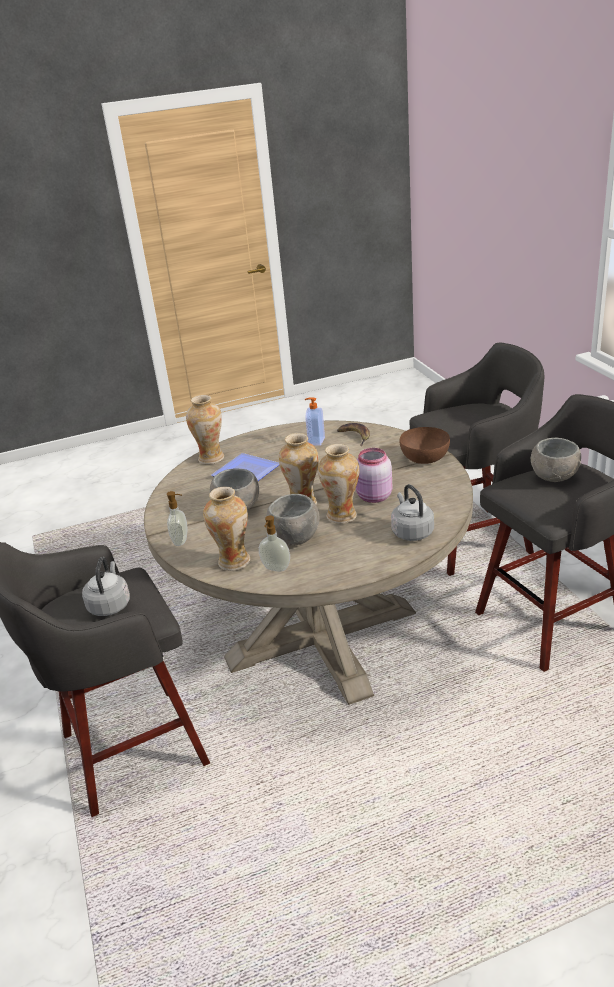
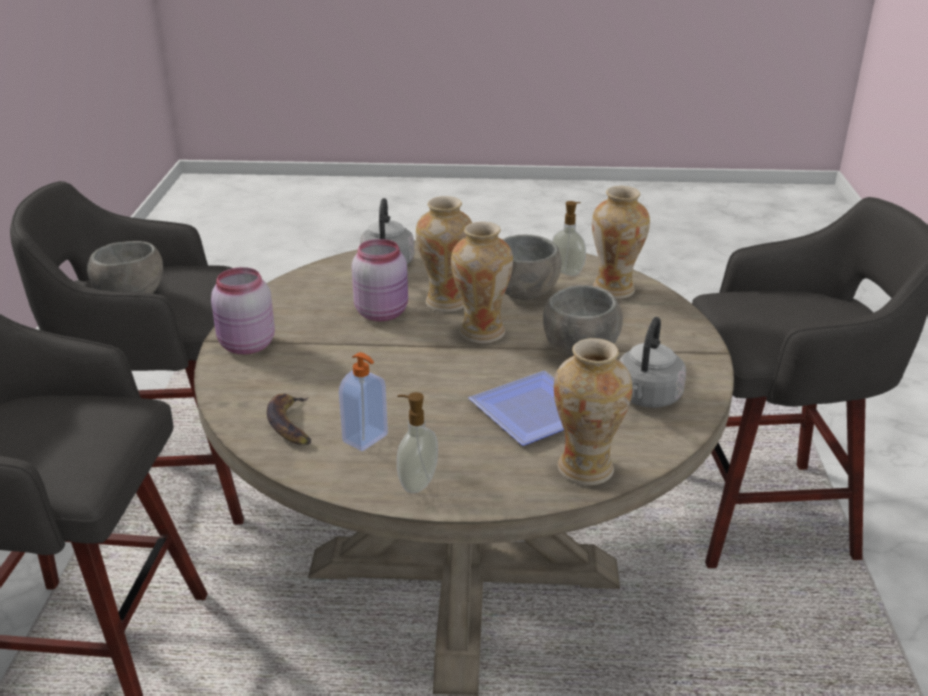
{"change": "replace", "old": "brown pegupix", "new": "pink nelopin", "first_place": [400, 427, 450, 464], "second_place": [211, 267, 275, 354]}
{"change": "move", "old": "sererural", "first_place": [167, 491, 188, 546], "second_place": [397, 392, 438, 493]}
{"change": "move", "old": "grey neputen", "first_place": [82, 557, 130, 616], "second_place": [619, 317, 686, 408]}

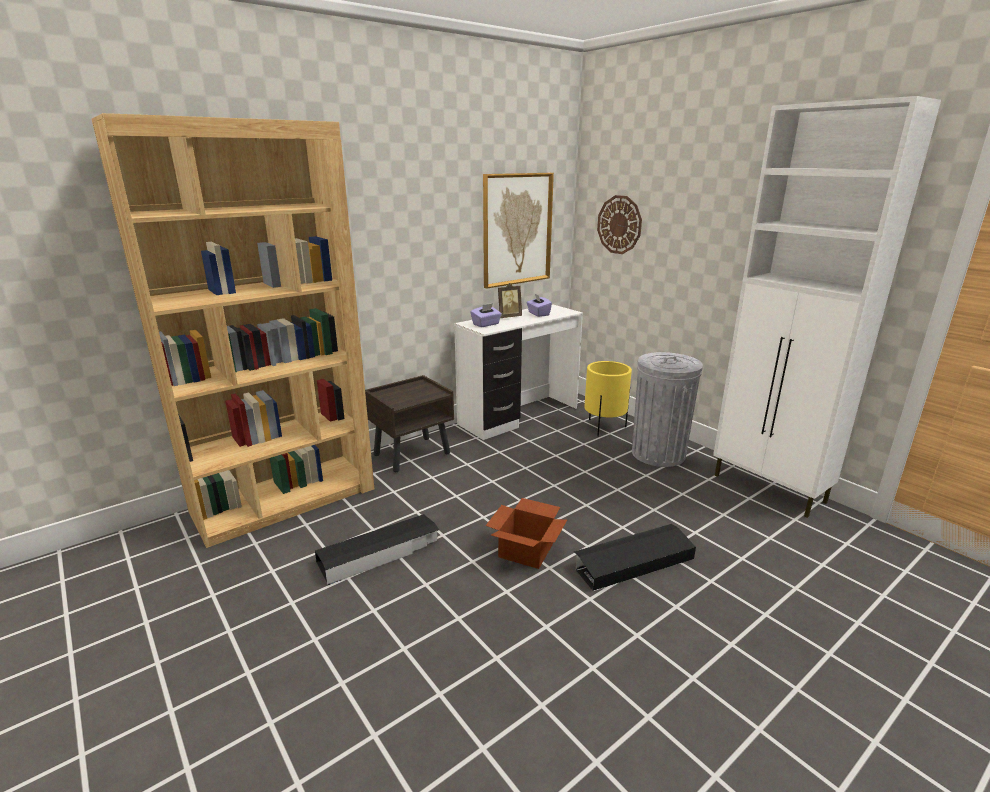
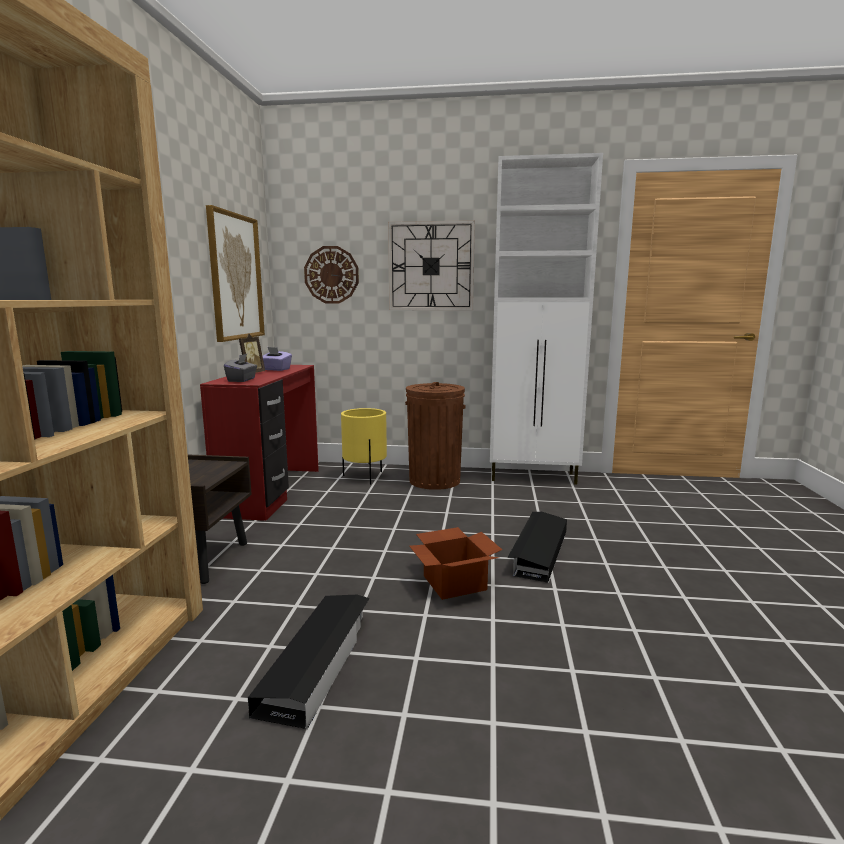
{"change": "recolor", "old": "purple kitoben", "new": "grey kitoben", "first_place": [470, 303, 502, 327], "second_place": [224, 354, 257, 382]}
{"change": "recolor", "old": "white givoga", "new": "red givoga", "first_place": [454, 304, 583, 440], "second_place": [200, 365, 319, 521]}
{"change": "recolor", "old": "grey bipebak", "new": "brown bipebak", "first_place": [632, 352, 703, 467], "second_place": [405, 382, 466, 490]}
{"change": "insert", "new": "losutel", "second_place": [388, 220, 475, 310]}

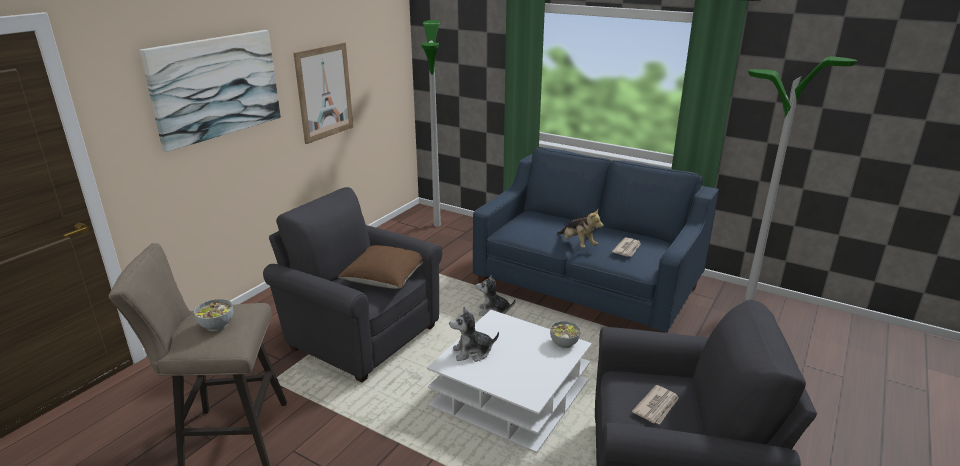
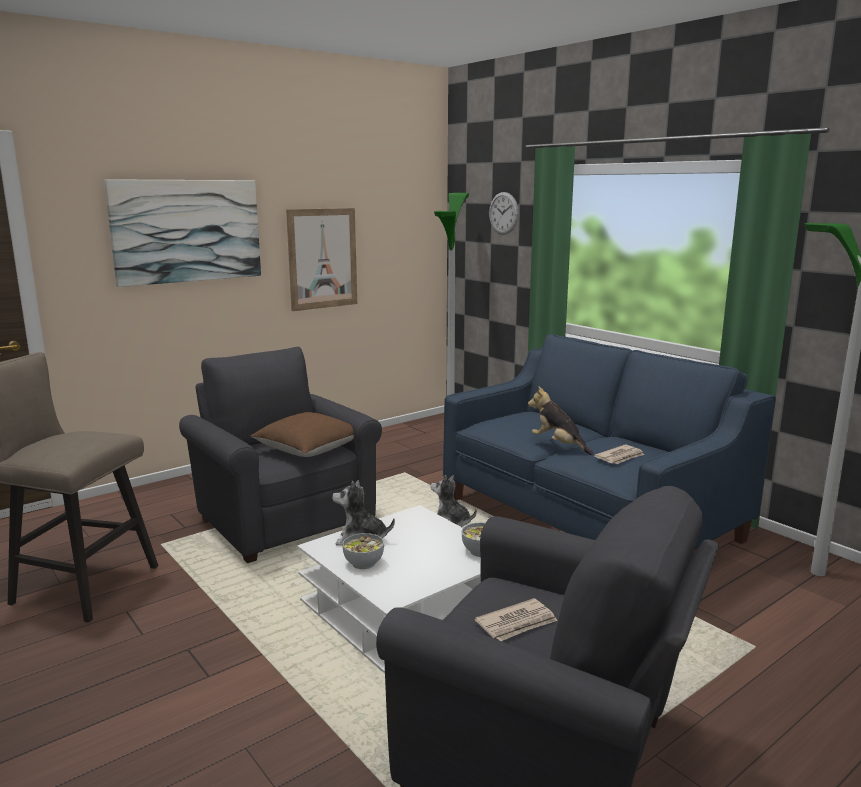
{"change": "rotate", "old": "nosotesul", "first_place": [557, 209, 603, 248], "second_place": [528, 386, 594, 455], "degrees": 150}
{"change": "move", "old": "pegupix", "first_place": [194, 299, 233, 331], "second_place": [342, 533, 384, 569]}
{"change": "insert", "new": "losutel", "second_place": [489, 192, 518, 235]}

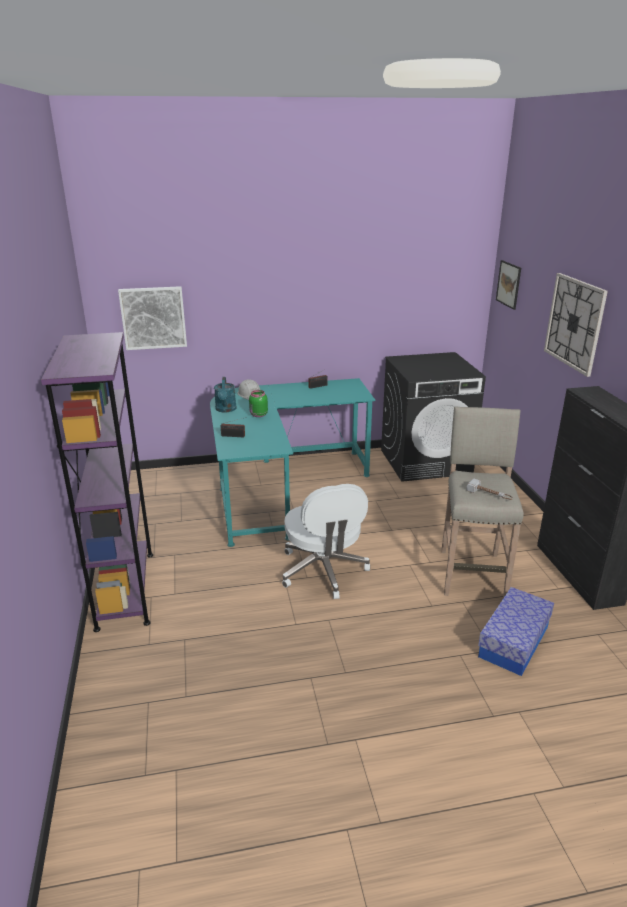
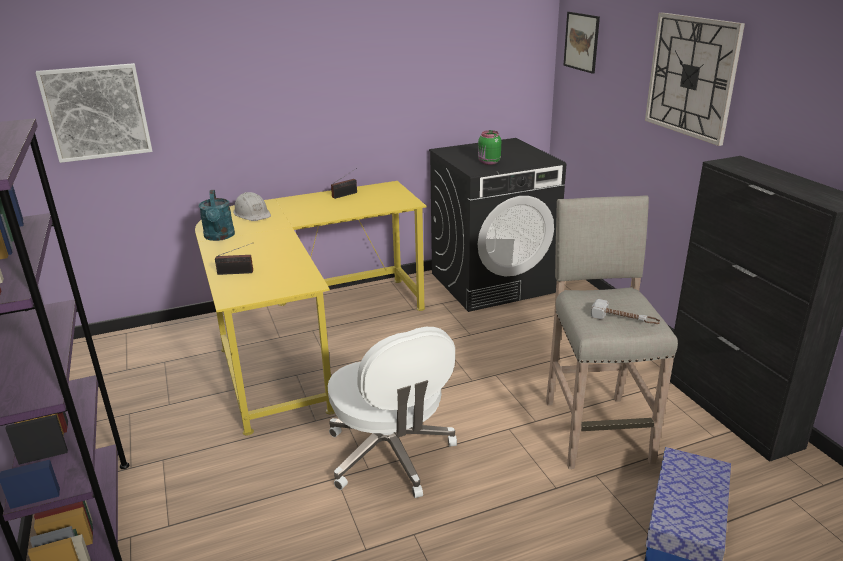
{"change": "recolor", "old": "turquoise givoga", "new": "yellow givoga", "first_place": [210, 378, 375, 547], "second_place": [195, 181, 426, 436]}
{"change": "move", "old": "green nelopin", "first_place": [249, 390, 268, 417], "second_place": [478, 130, 501, 165]}

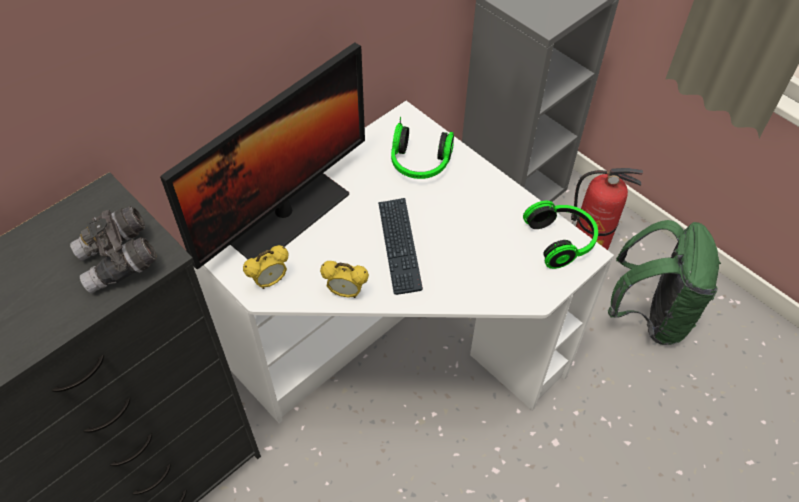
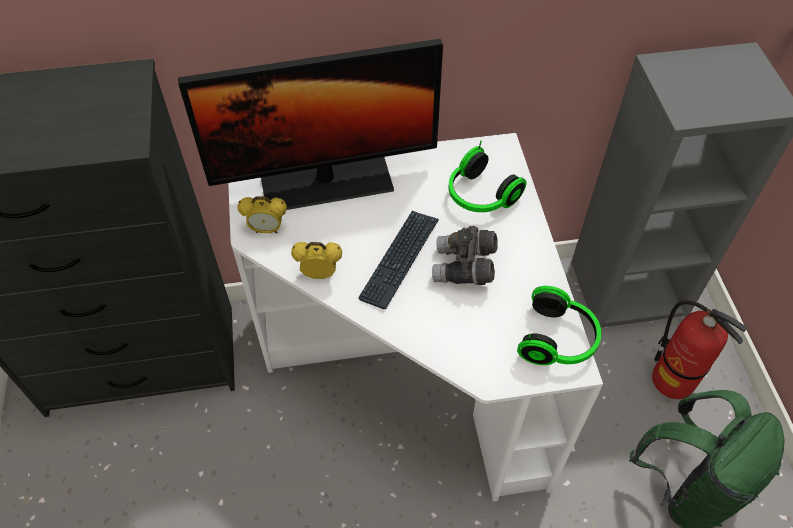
{"change": "move", "old": "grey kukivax", "first_place": [70, 206, 157, 294], "second_place": [432, 226, 498, 285]}
{"change": "rotate", "old": "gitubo", "first_place": [320, 261, 369, 298], "second_place": [291, 242, 342, 279], "degrees": 135}

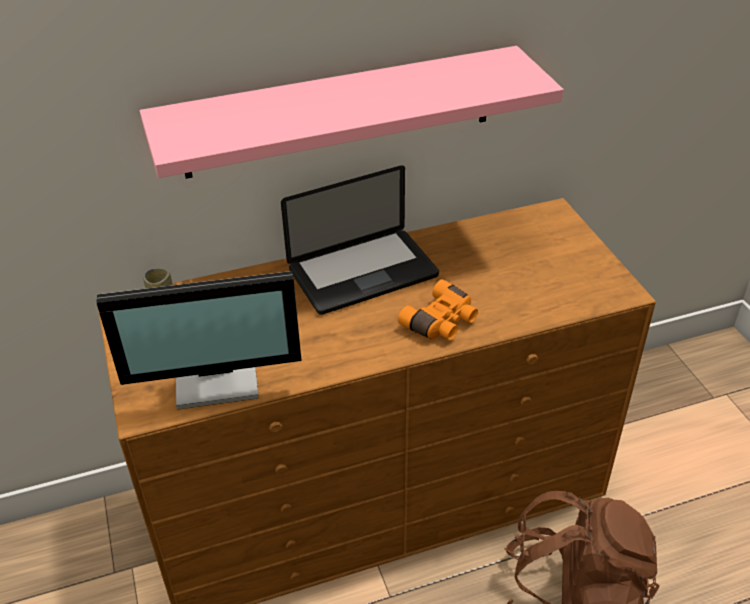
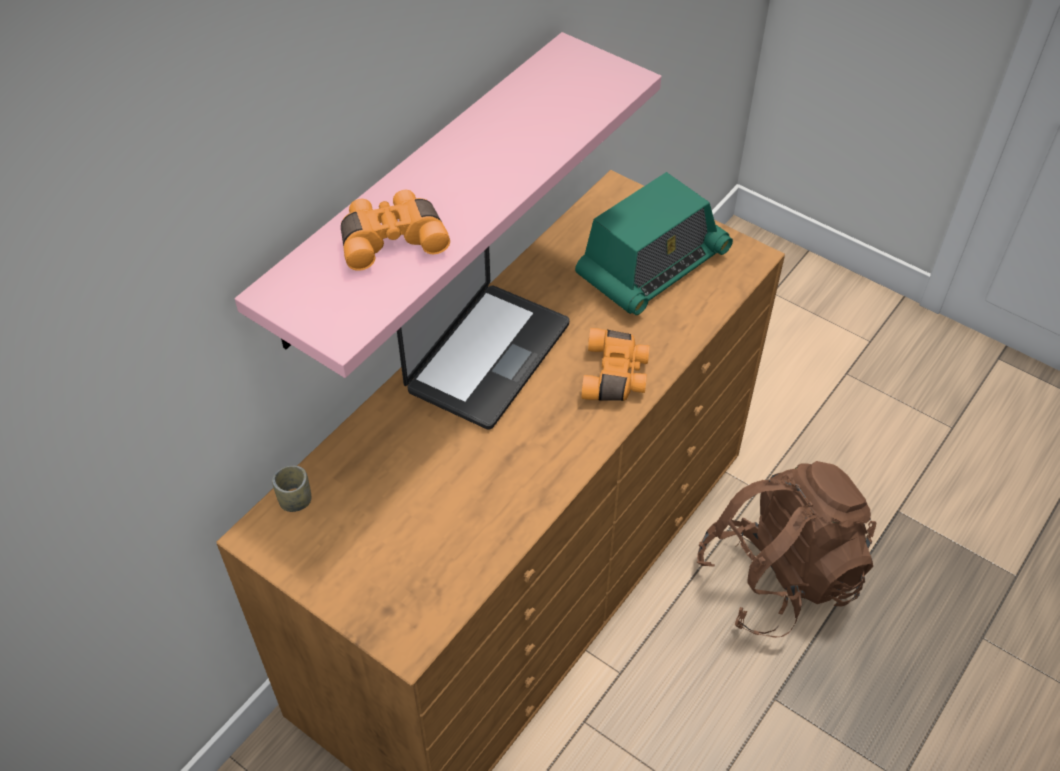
{"change": "delete", "old": "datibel", "first_place": [96, 271, 302, 410]}
{"change": "insert", "new": "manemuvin", "second_place": [575, 172, 733, 315]}
{"change": "insert", "new": "orange kukivax", "second_place": [341, 190, 450, 271]}

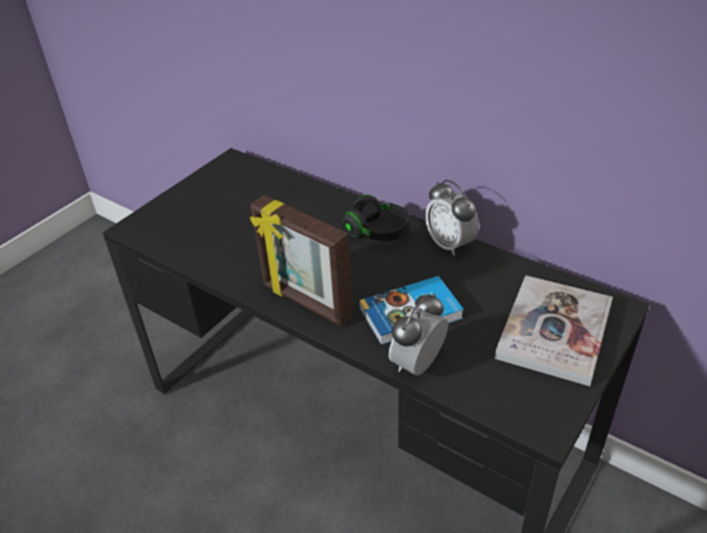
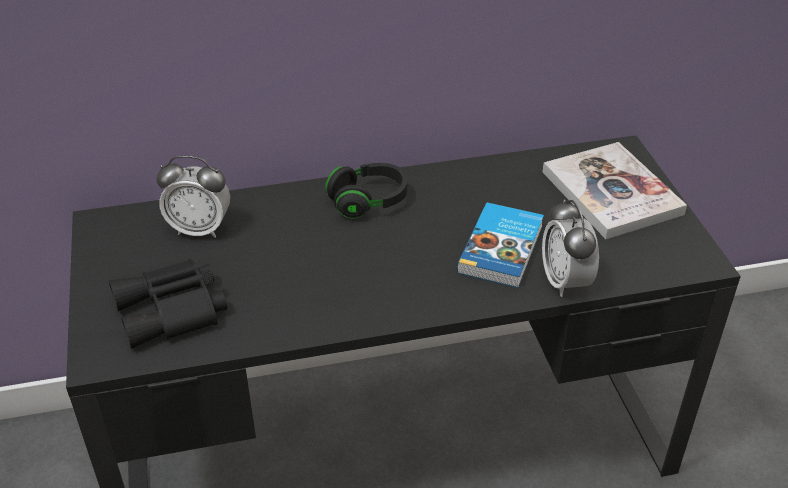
{"change": "move", "old": "gitubo", "first_place": [425, 180, 479, 256], "second_place": [156, 155, 230, 238]}
{"change": "delete", "old": "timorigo", "first_place": [250, 195, 353, 326]}
{"change": "insert", "new": "black kukivax", "second_place": [109, 259, 227, 349]}

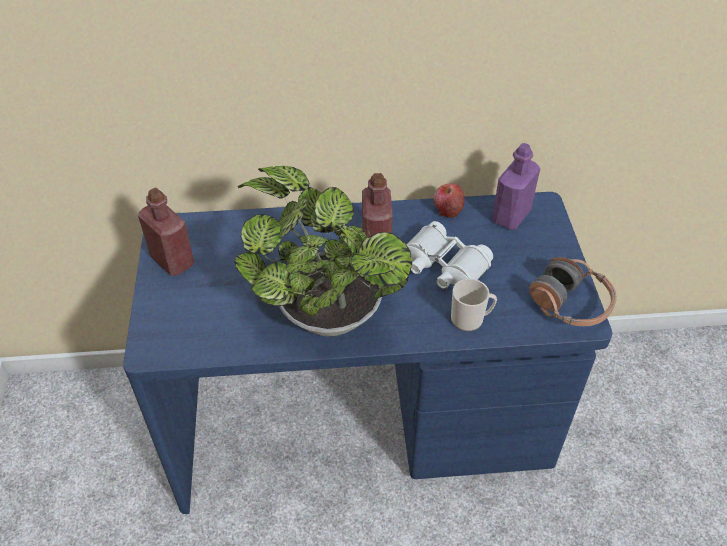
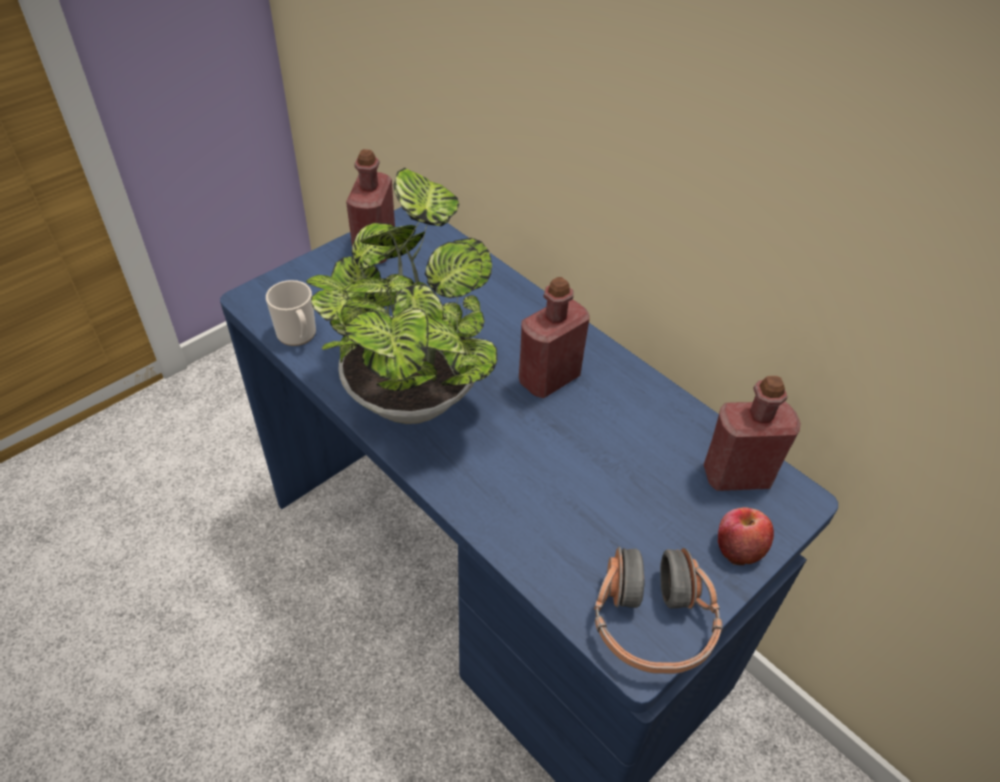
{"change": "recolor", "old": "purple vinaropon", "new": "red vinaropon", "first_place": [492, 143, 540, 230], "second_place": [704, 376, 800, 491]}
{"change": "move", "old": "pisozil", "first_place": [434, 183, 465, 218], "second_place": [718, 507, 774, 565]}
{"change": "delete", "old": "white kukivax", "first_place": [406, 221, 493, 289]}
{"change": "move", "old": "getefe", "first_place": [451, 279, 497, 331], "second_place": [266, 280, 316, 346]}

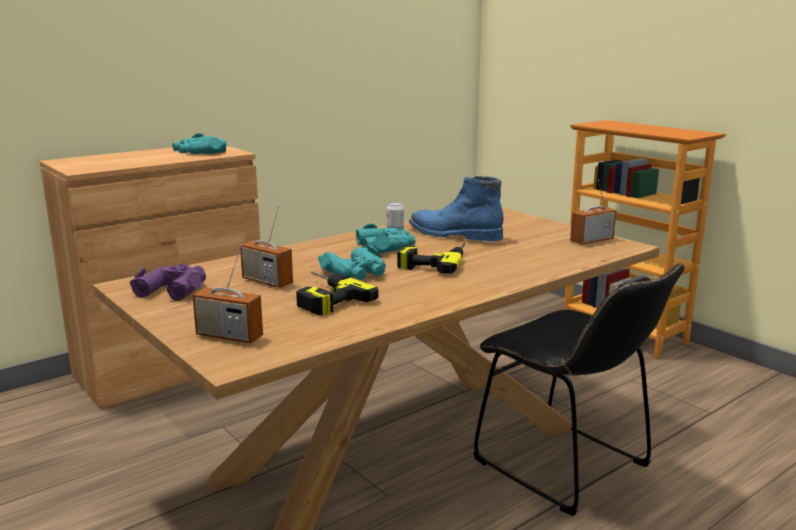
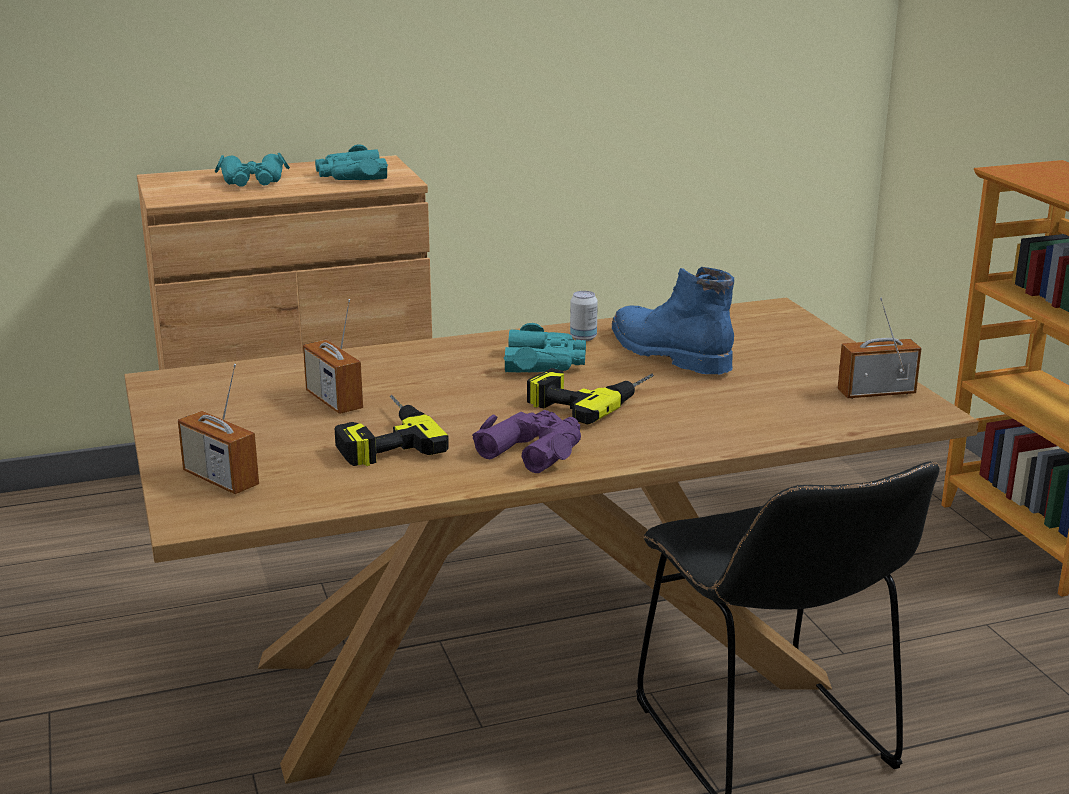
{"change": "move", "old": "turquoise kukivax", "first_place": [318, 246, 386, 280], "second_place": [214, 153, 290, 187]}
{"change": "move", "old": "purple kukivax", "first_place": [129, 263, 206, 301], "second_place": [472, 410, 581, 473]}

